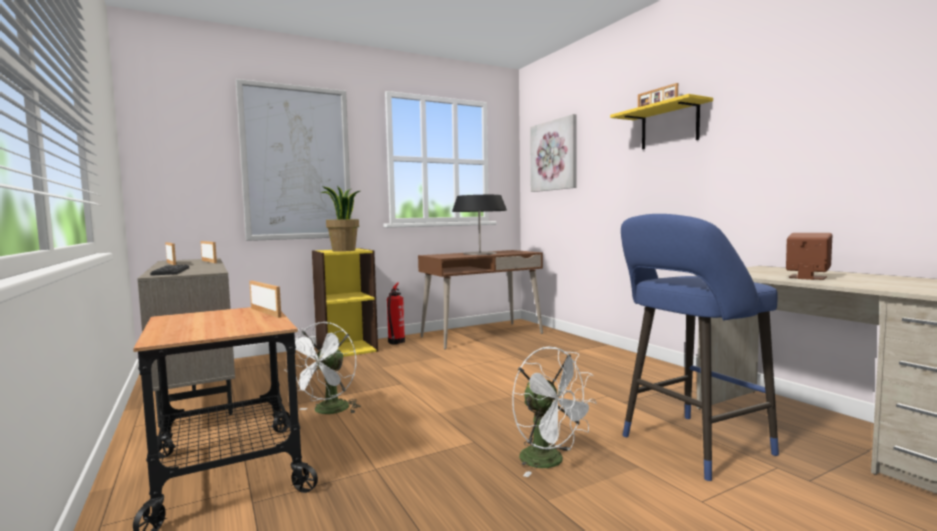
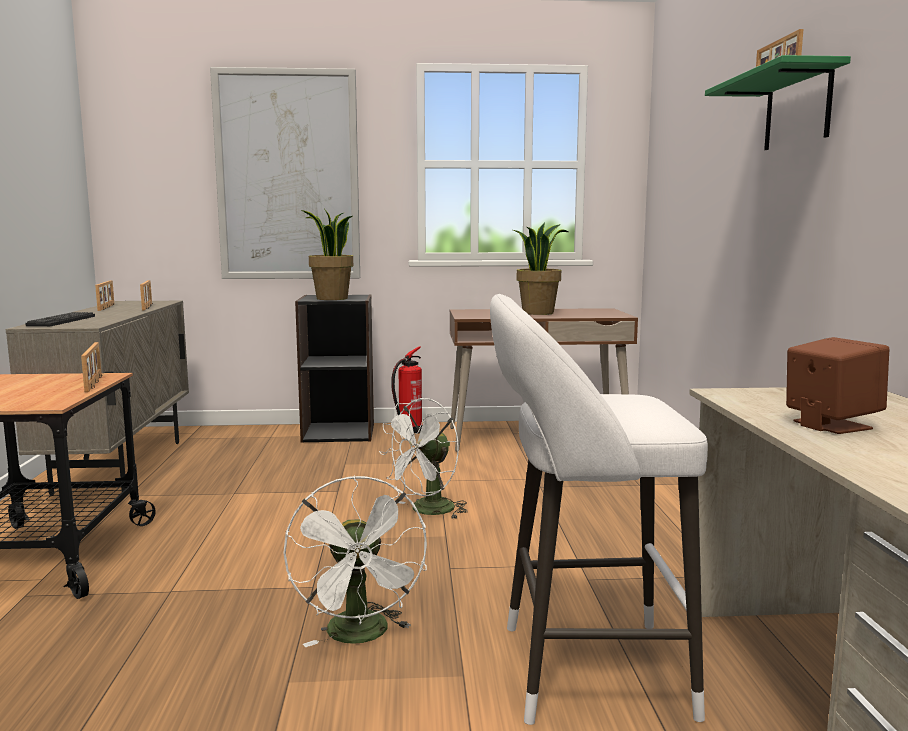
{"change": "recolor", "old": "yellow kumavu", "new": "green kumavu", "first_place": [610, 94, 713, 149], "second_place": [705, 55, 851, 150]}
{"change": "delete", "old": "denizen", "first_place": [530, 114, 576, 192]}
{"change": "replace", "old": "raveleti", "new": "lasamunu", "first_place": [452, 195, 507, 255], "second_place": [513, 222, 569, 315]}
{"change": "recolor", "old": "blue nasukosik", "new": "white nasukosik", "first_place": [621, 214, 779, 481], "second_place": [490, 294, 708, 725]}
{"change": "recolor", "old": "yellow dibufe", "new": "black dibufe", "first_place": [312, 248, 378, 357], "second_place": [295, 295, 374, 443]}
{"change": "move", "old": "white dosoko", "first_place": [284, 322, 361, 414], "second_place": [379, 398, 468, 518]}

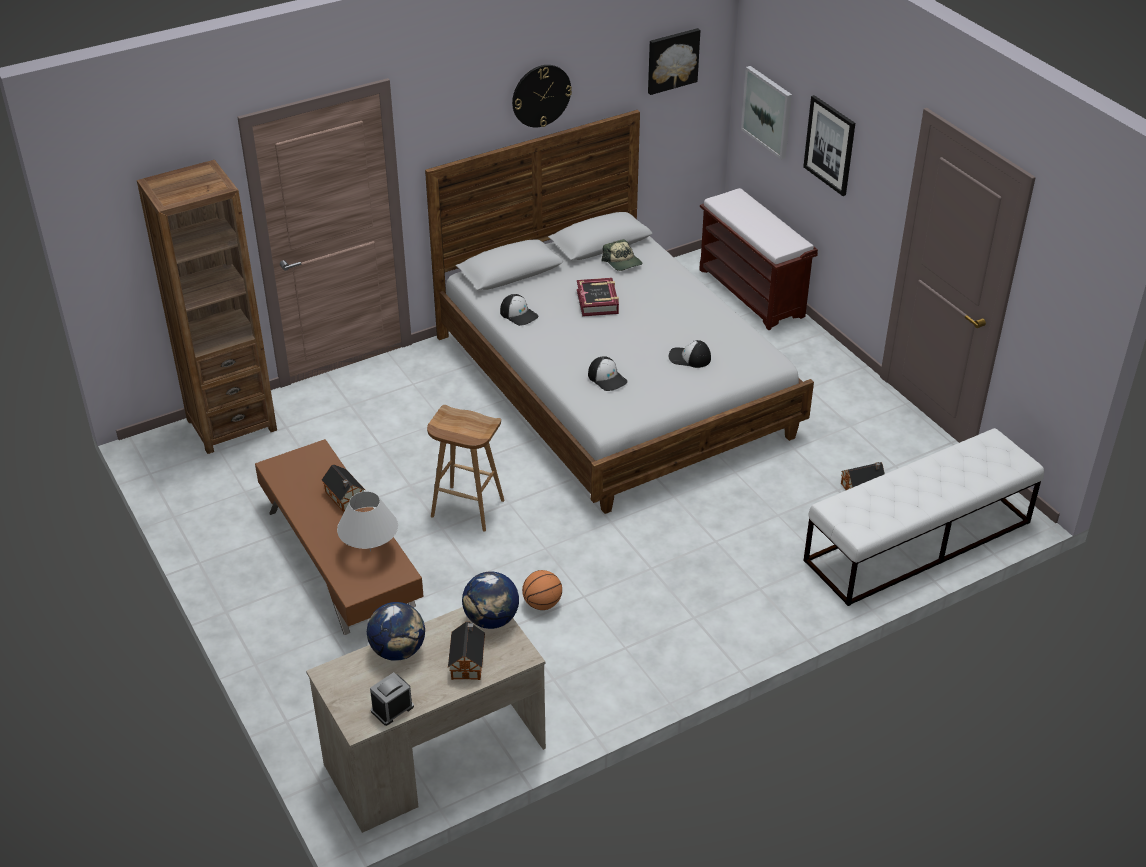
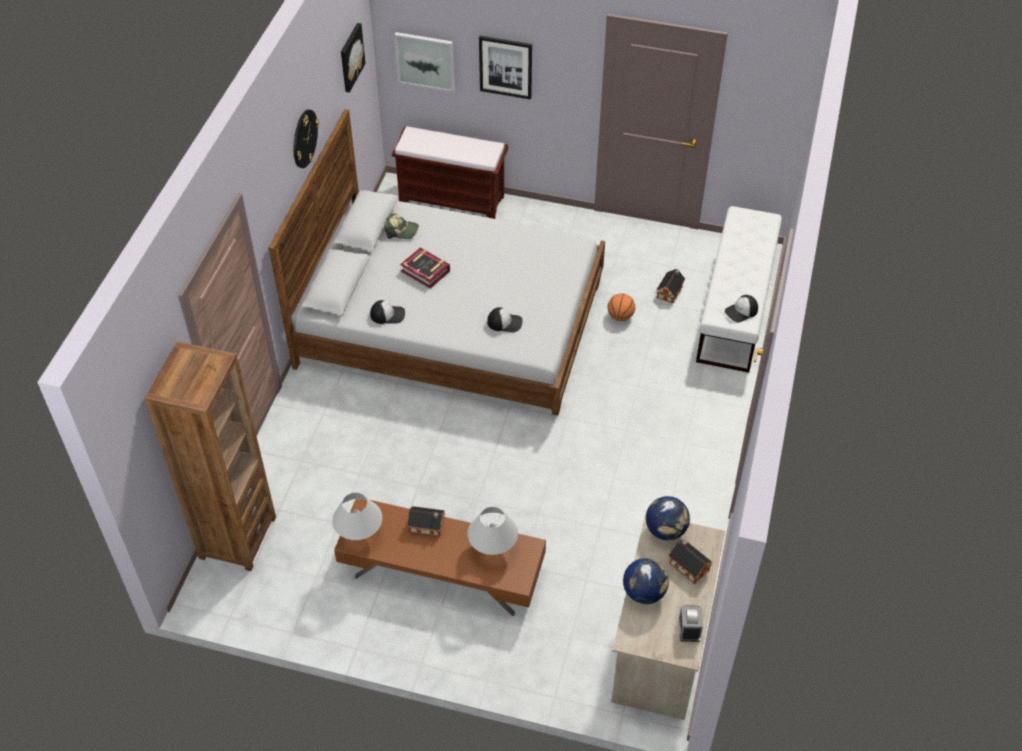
{"change": "move", "old": "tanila", "first_place": [668, 340, 711, 368], "second_place": [725, 295, 758, 322]}
{"change": "delete", "old": "brown nasukosik", "first_place": [427, 405, 505, 531]}
{"change": "move", "old": "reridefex", "first_place": [522, 570, 562, 610], "second_place": [607, 293, 635, 321]}
{"change": "insert", "new": "white raveleti", "second_place": [332, 492, 382, 540]}

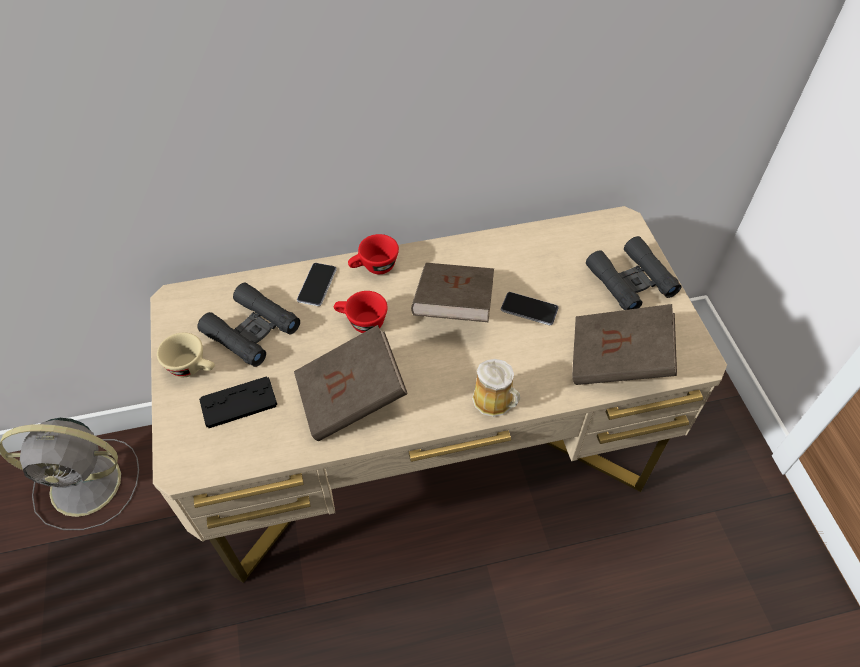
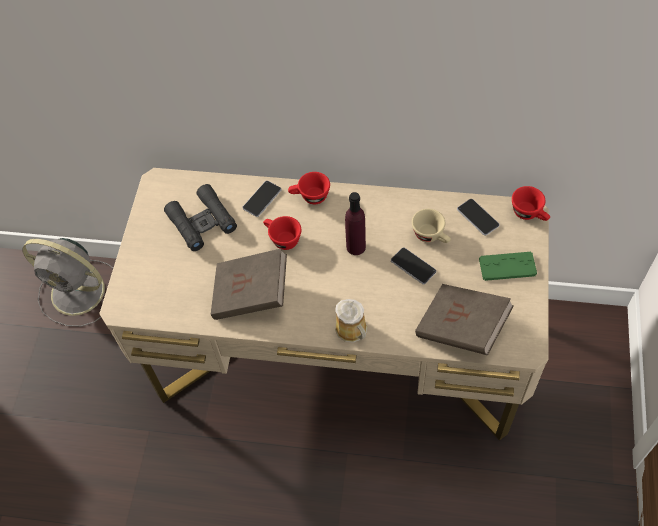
{"change": "replace", "old": "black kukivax", "new": "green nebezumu", "first_place": [586, 236, 681, 310], "second_place": [479, 252, 537, 281]}
{"change": "replace", "old": "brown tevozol", "new": "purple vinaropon", "first_place": [411, 263, 494, 322], "second_place": [345, 192, 366, 255]}
{"change": "move", "old": "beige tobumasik", "first_place": [157, 332, 215, 377], "second_place": [412, 209, 451, 243]}
{"change": "delete", "old": "black nebezumu", "first_place": [199, 376, 277, 428]}
{"change": "insert", "new": "red tobumasik", "second_place": [512, 186, 550, 221]}
{"change": "insert", "new": "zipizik", "second_place": [457, 199, 500, 236]}

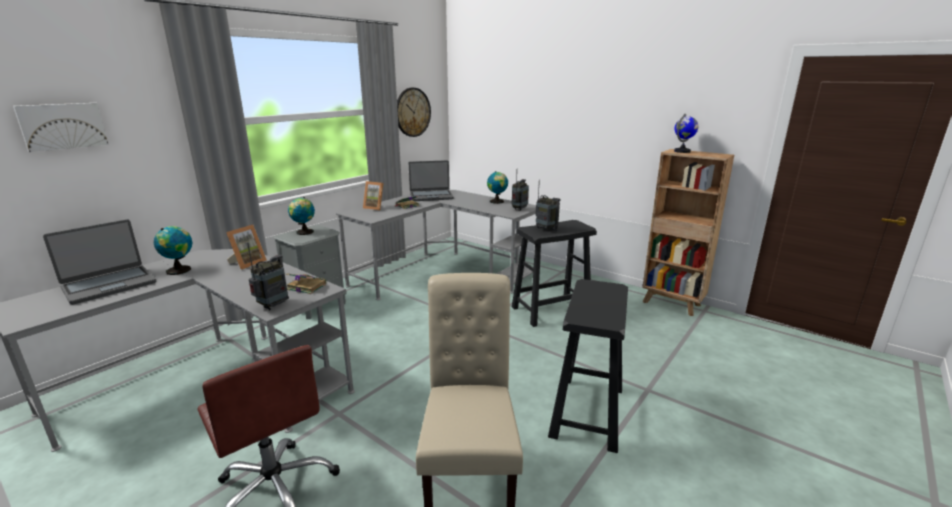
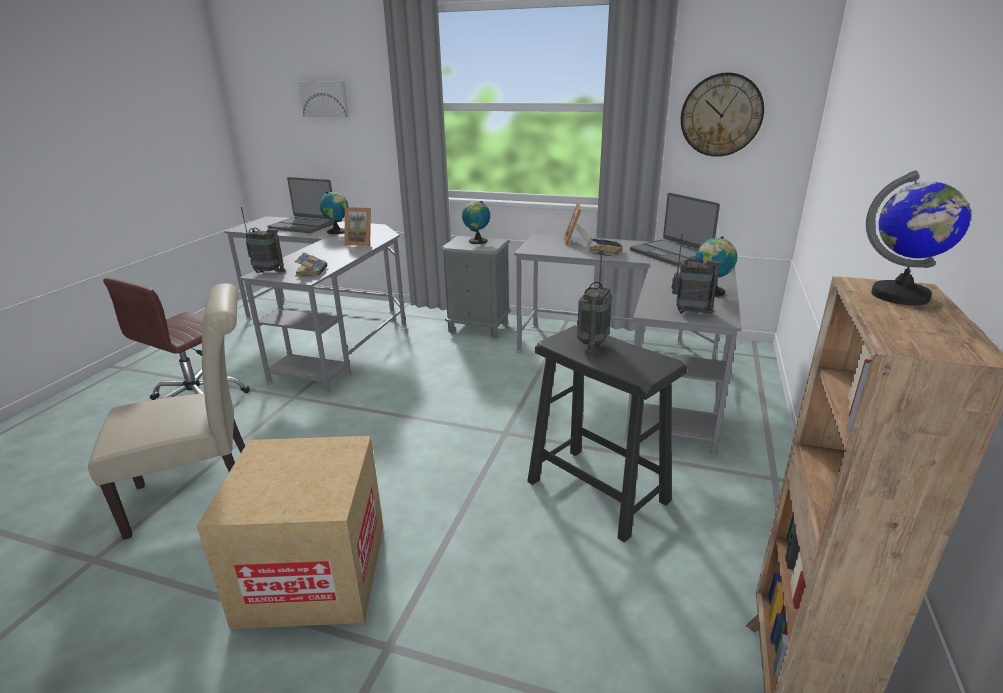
{"change": "replace", "old": "black nasukosik", "new": "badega", "first_place": [548, 279, 628, 453], "second_place": [197, 436, 384, 629]}

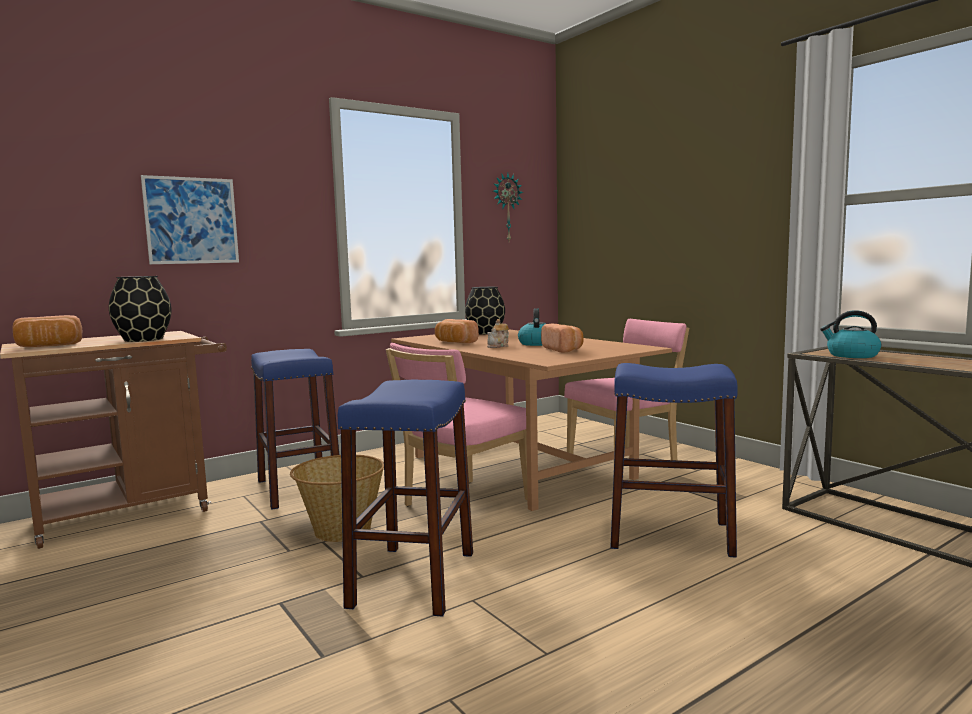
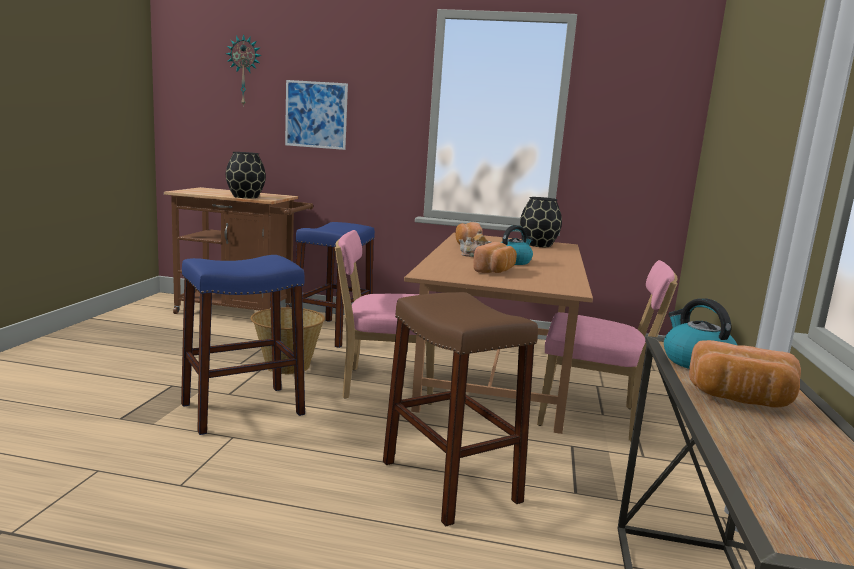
{"change": "move", "old": "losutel", "first_place": [493, 173, 523, 241], "second_place": [226, 34, 261, 107]}
{"change": "move", "old": "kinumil", "first_place": [13, 315, 82, 347], "second_place": [689, 340, 801, 407]}
{"change": "recolor", "old": "blue nasukosik", "new": "brown nasukosik", "first_place": [610, 363, 738, 558], "second_place": [383, 292, 538, 526]}

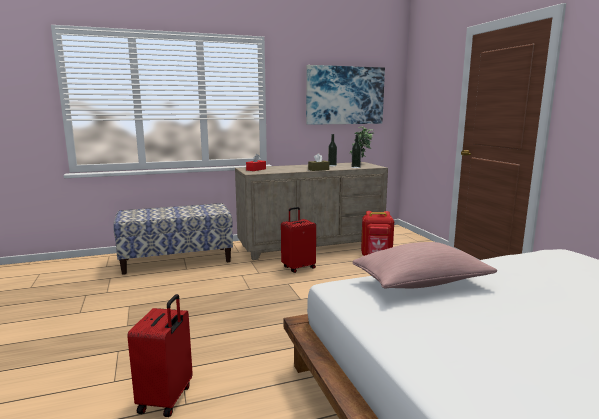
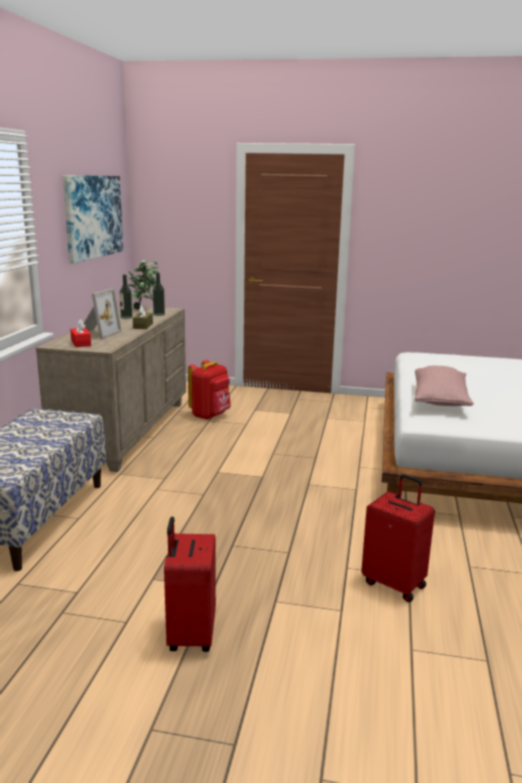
{"change": "move", "old": "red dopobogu", "first_place": [281, 207, 316, 273], "second_place": [164, 516, 216, 652]}
{"change": "insert", "new": "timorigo", "second_place": [84, 288, 122, 339]}

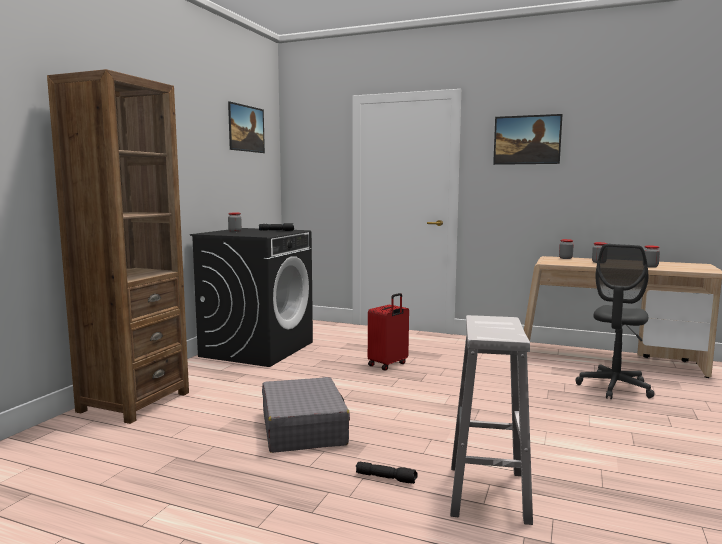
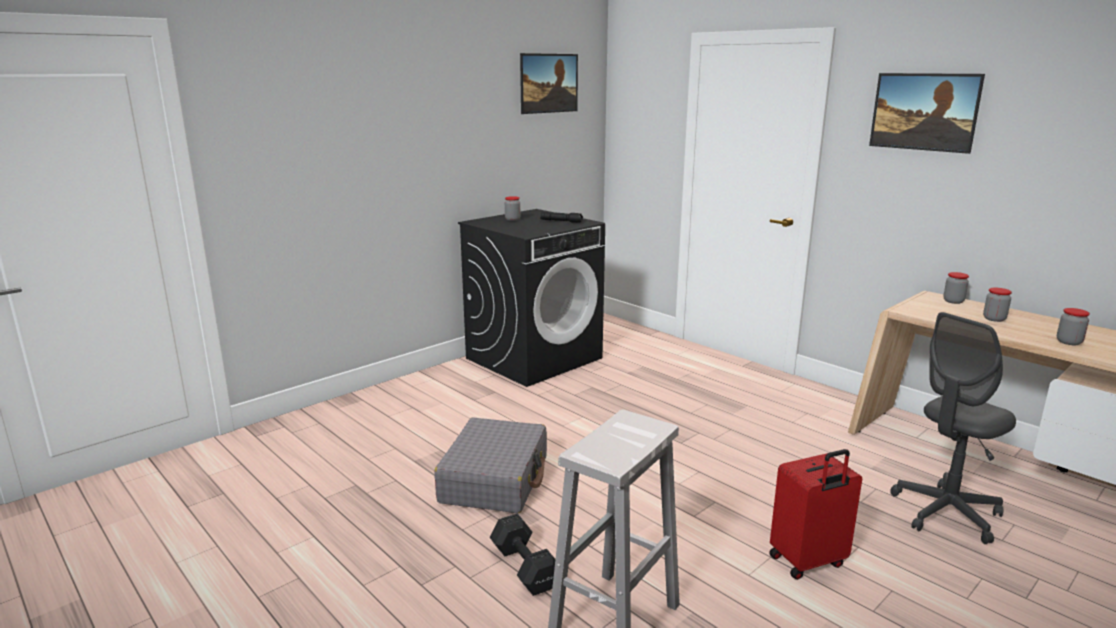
{"change": "delete", "old": "brown dibufe", "first_place": [47, 69, 189, 424]}
{"change": "move", "old": "red dopobogu", "first_place": [368, 293, 409, 370], "second_place": [769, 449, 862, 580]}
{"change": "replace", "old": "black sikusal", "new": "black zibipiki", "first_place": [356, 462, 418, 484], "second_place": [490, 513, 555, 596]}

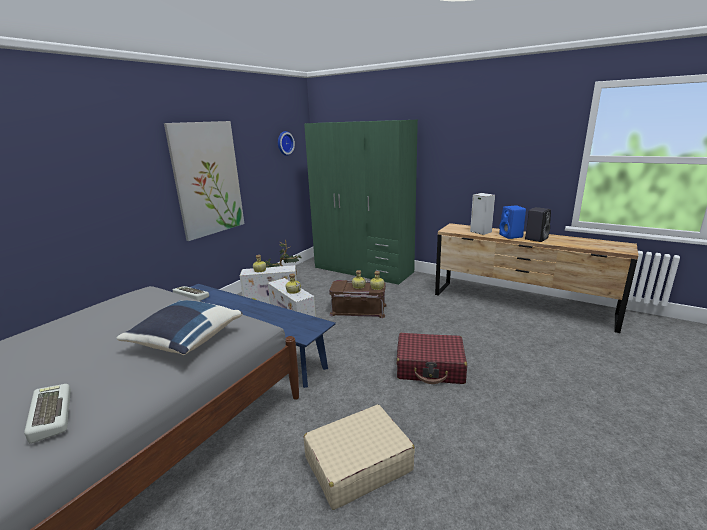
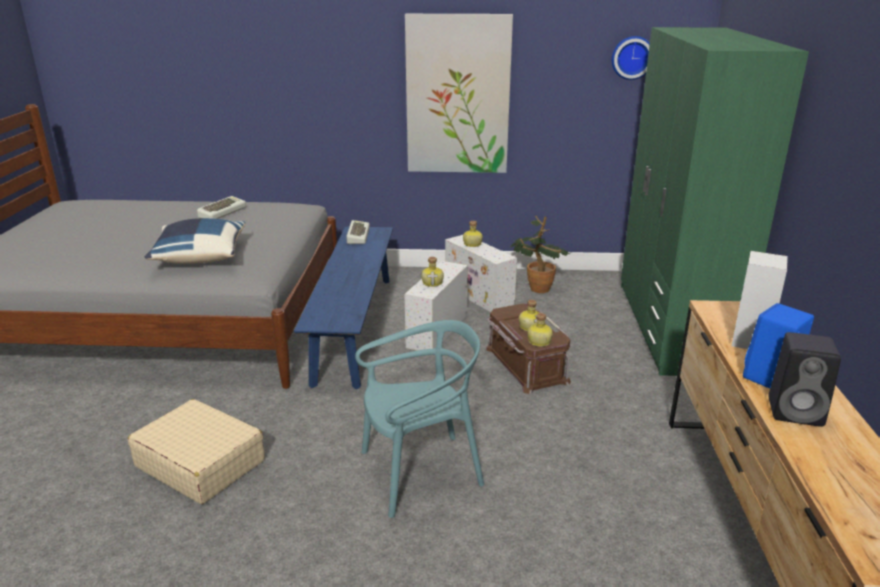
{"change": "replace", "old": "red dopobogu", "new": "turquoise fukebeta", "first_place": [397, 333, 467, 384], "second_place": [355, 320, 484, 518]}
{"change": "move", "old": "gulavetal", "first_place": [24, 384, 71, 444], "second_place": [197, 196, 246, 219]}

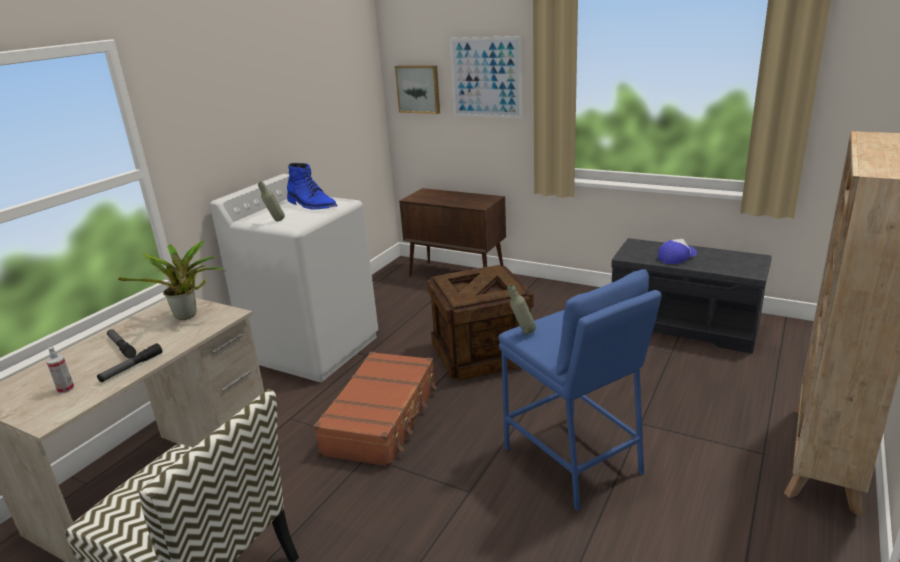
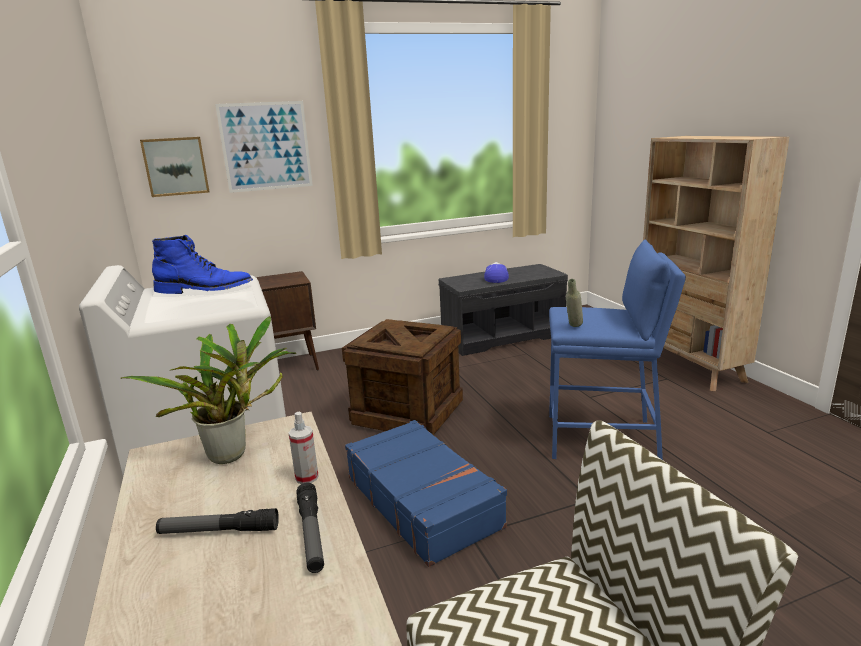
{"change": "delete", "old": "grey vinaropon", "first_place": [258, 181, 285, 221]}
{"change": "move", "old": "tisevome", "first_place": [46, 346, 74, 393], "second_place": [289, 412, 319, 484]}
{"change": "recolor", "old": "brown dopobogu", "new": "blue dopobogu", "first_place": [314, 352, 437, 467], "second_place": [345, 420, 507, 567]}

